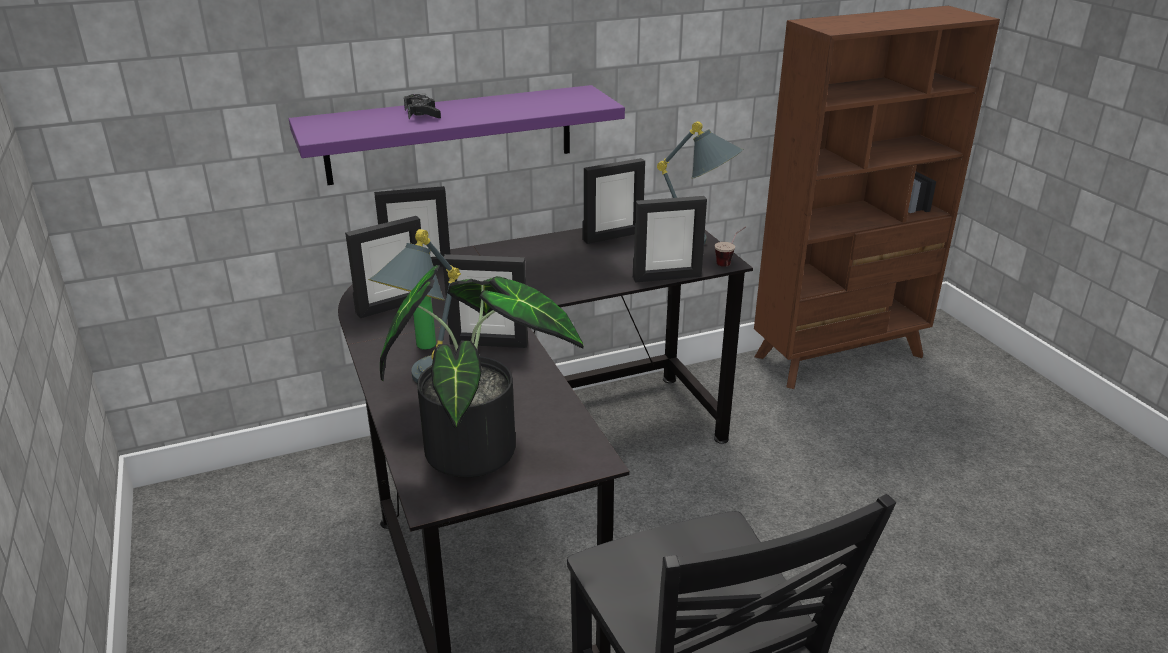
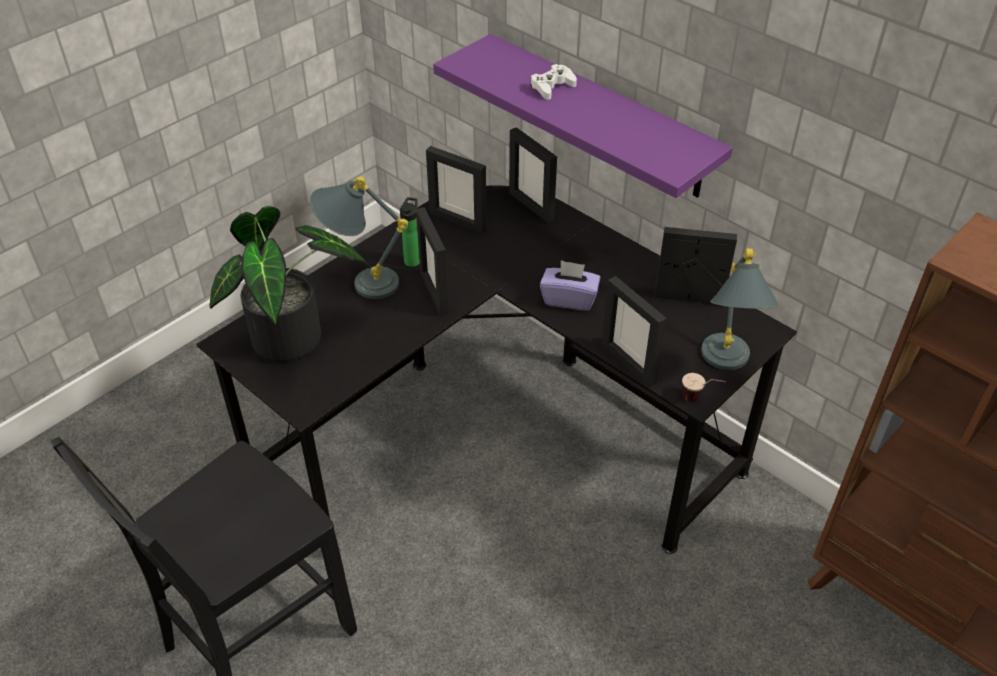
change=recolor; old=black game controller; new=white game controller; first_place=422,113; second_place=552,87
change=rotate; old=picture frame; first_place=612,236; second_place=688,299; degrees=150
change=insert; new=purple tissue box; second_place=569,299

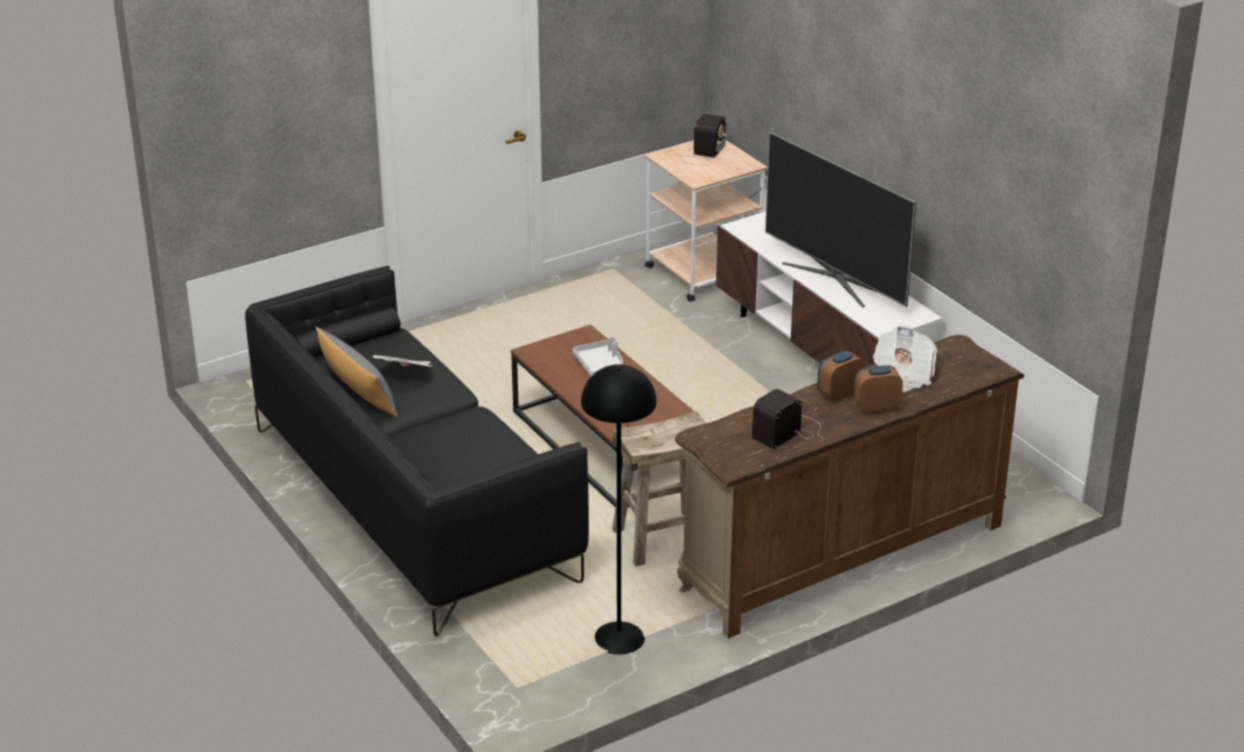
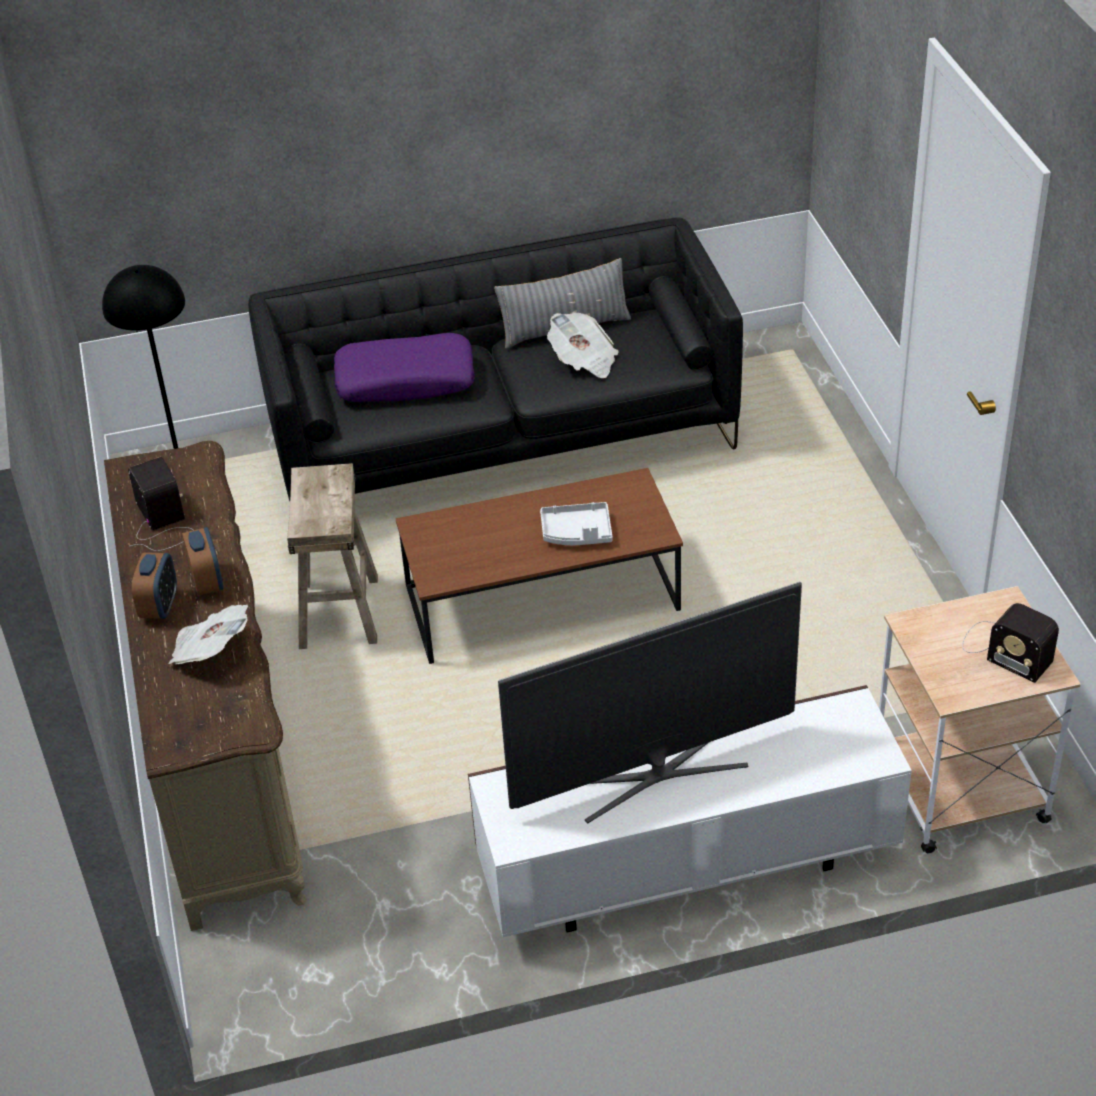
change=insert; new=purple pillow; second_place=406,380

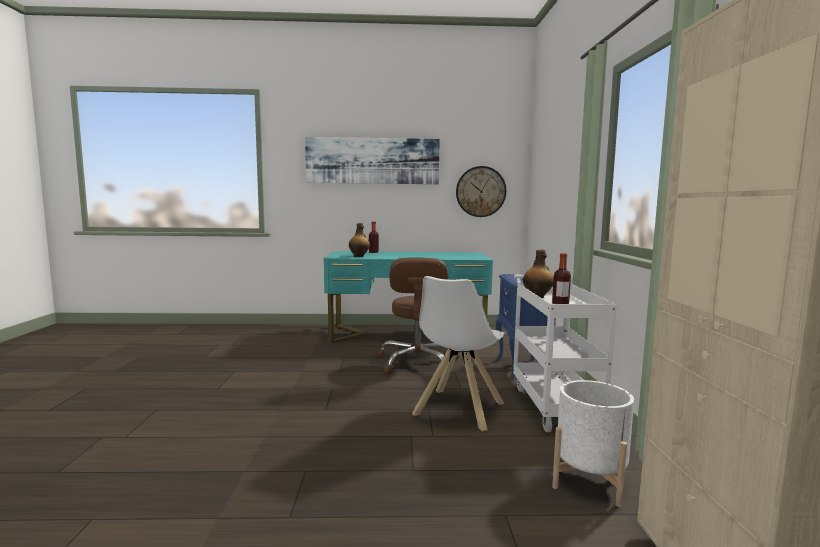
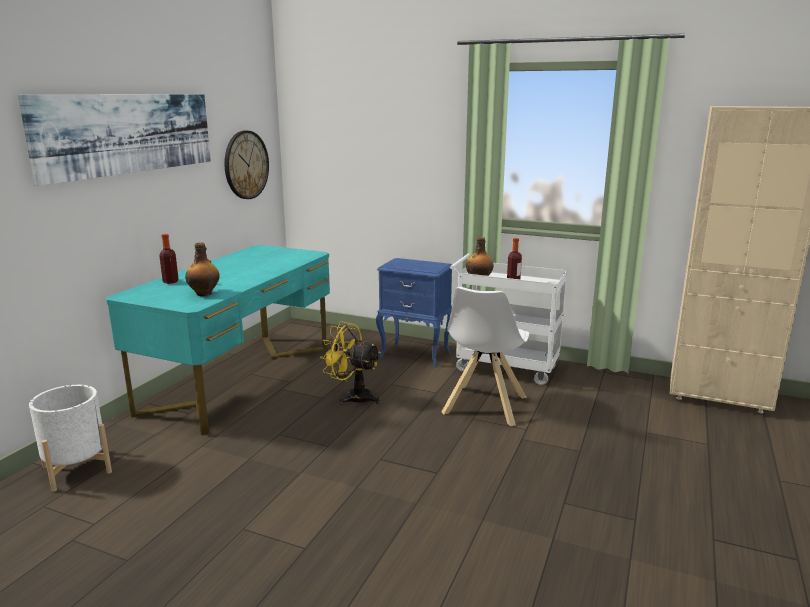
change=replace; old=brown office chair; new=yellow fan; first_place=417,364; second_place=353,397
change=rotate; old=white chair; first_place=457,410; second_place=483,406; degrees=60
change=move; old=white planter; first_place=589,480; second_place=77,469

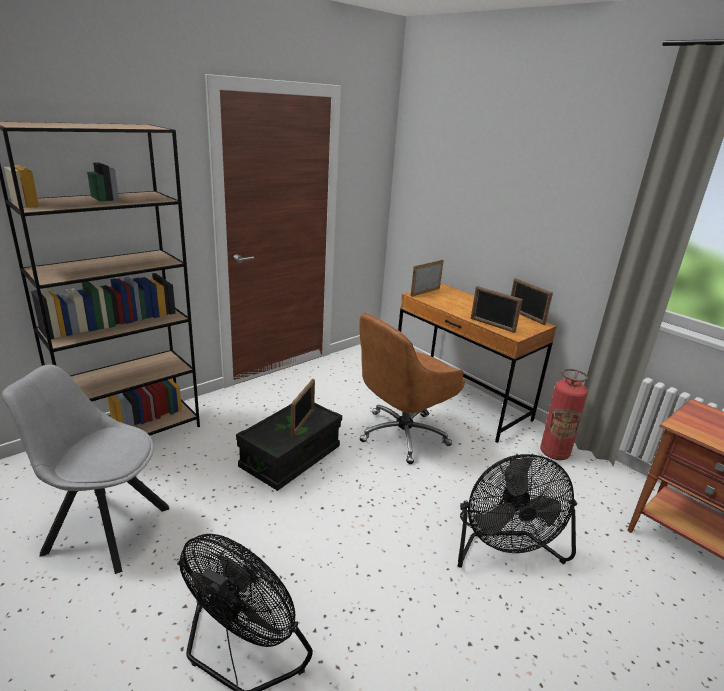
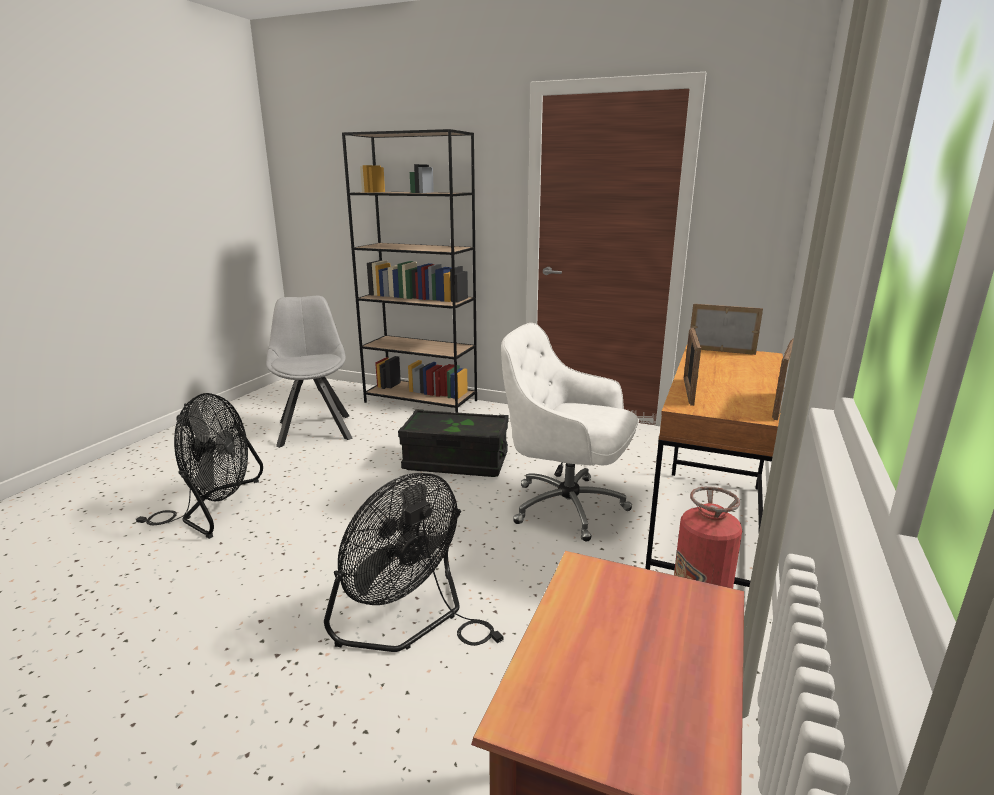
change=delete; old=picture frame; first_place=303,423
change=recolor; old=brown office chair; new=white office chair; first_place=402,434; second_place=567,506
change=rotate; old=black fan; first_place=500,547; second_place=420,618; degrees=75

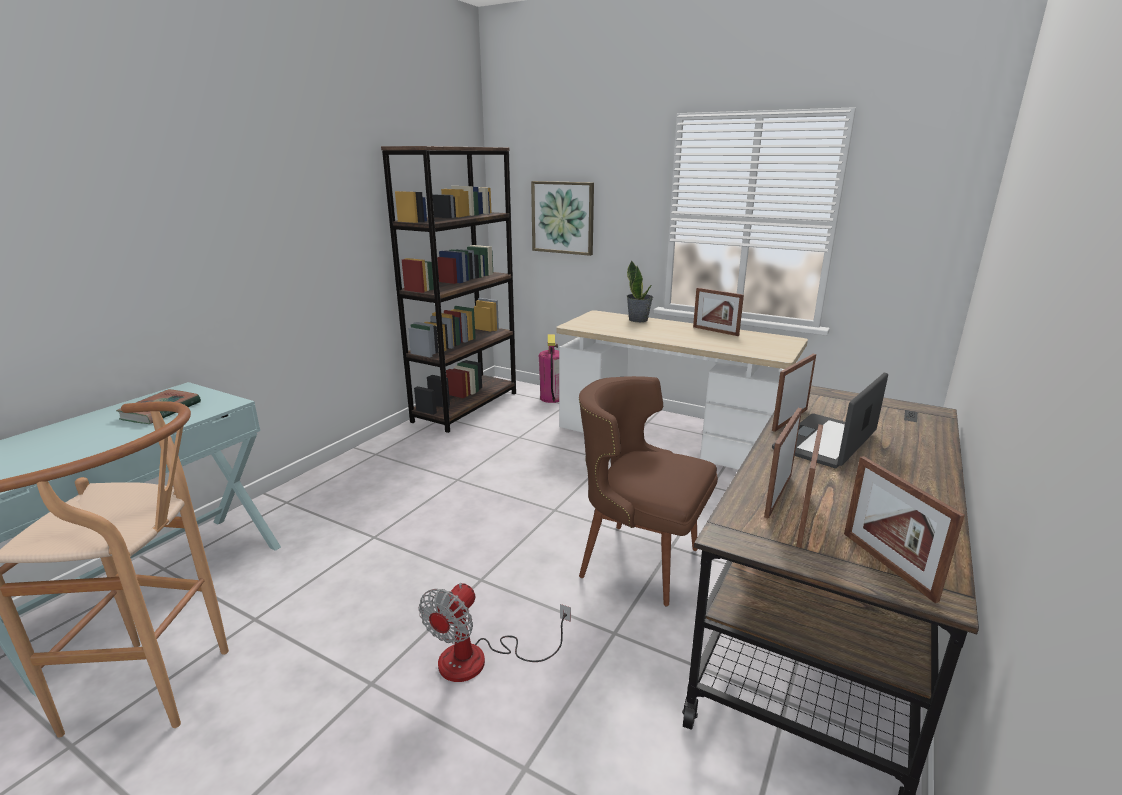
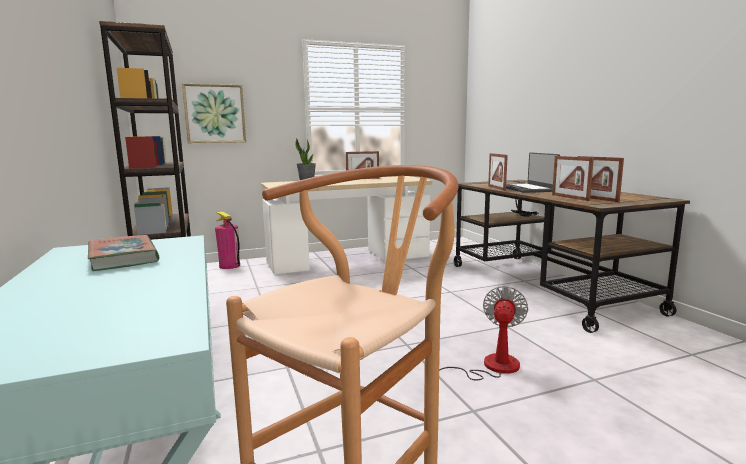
change=rotate; old=fan; first_place=480,660; second_place=489,367; degrees=-135
change=delete; old=brown chair; first_place=640,563
change=delete; old=picture frame; first_place=887,565

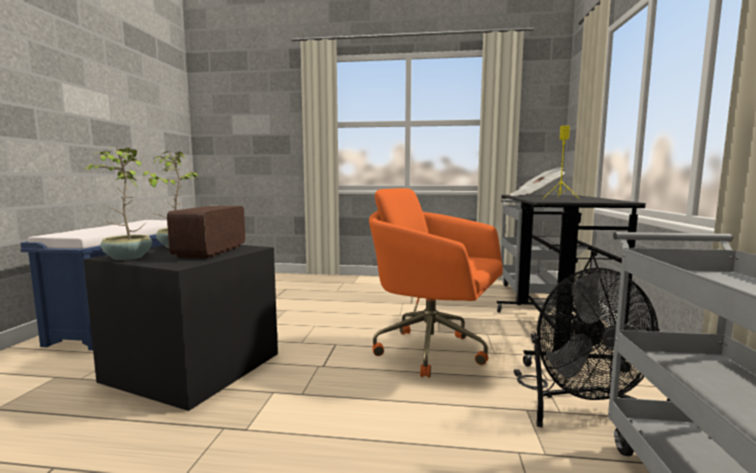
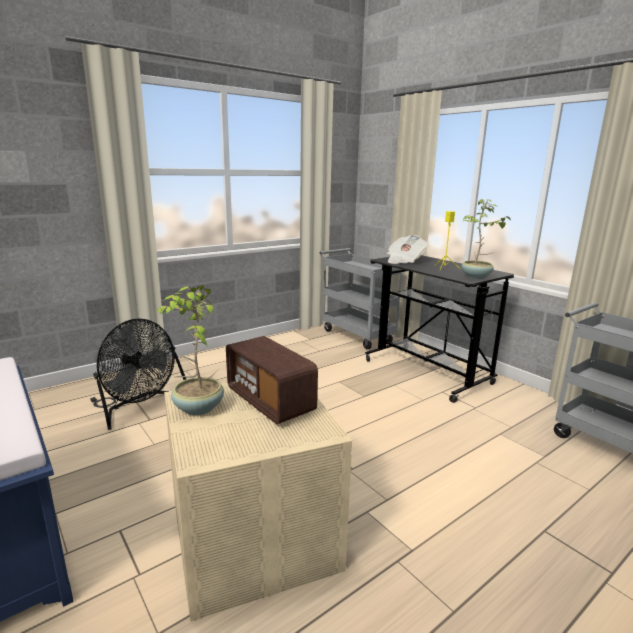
change=recolor; old=black storage box; new=beige storage box; first_place=194,366; second_place=250,535
change=move; old=potted plant; first_place=127,258; second_place=476,277
change=delete; old=orange office chair; first_place=435,353
change=move; old=black fan; first_place=577,404; second_place=135,406

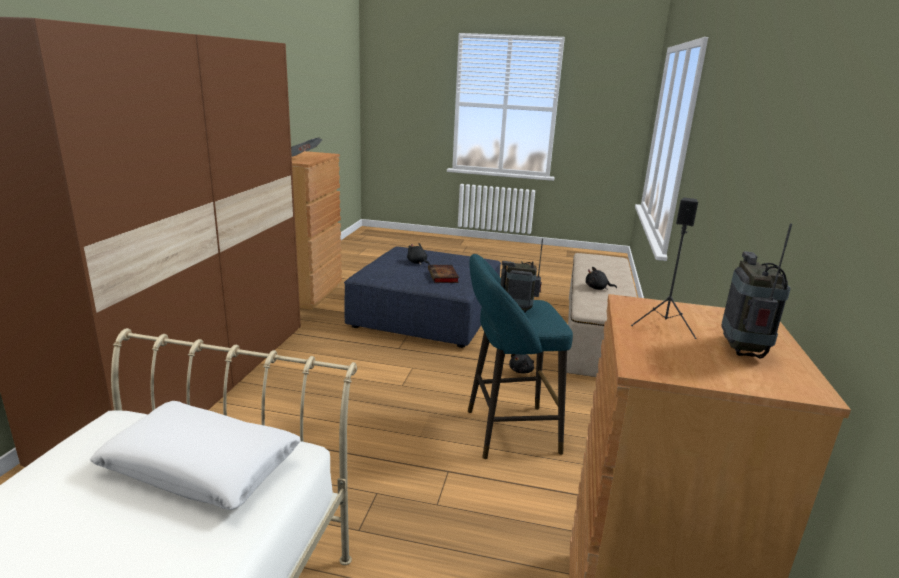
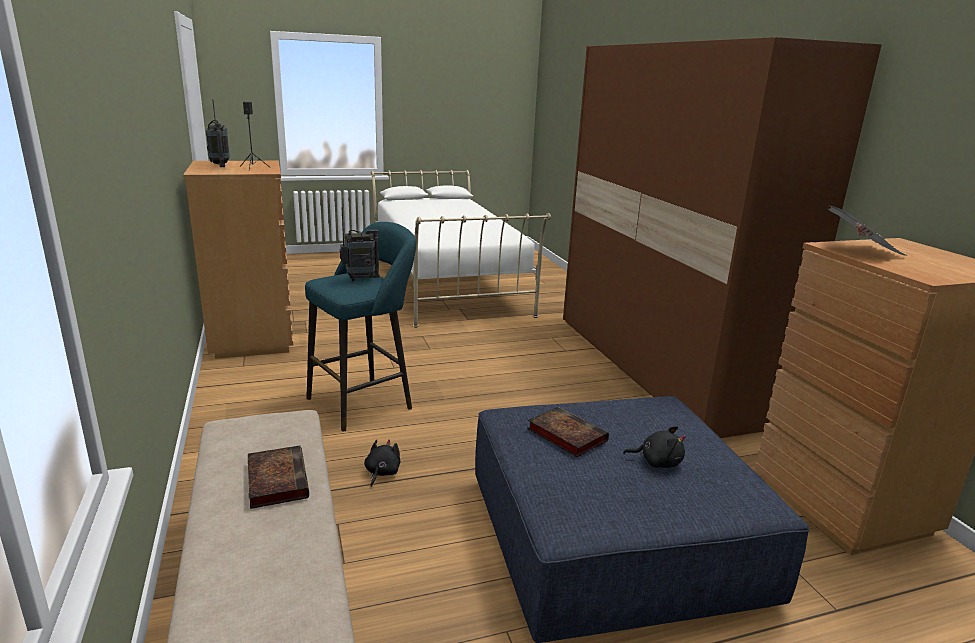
change=delete; old=white pillow; first_place=202,466
change=replace; old=black plush toy; new=book; first_place=597,288; second_place=276,479

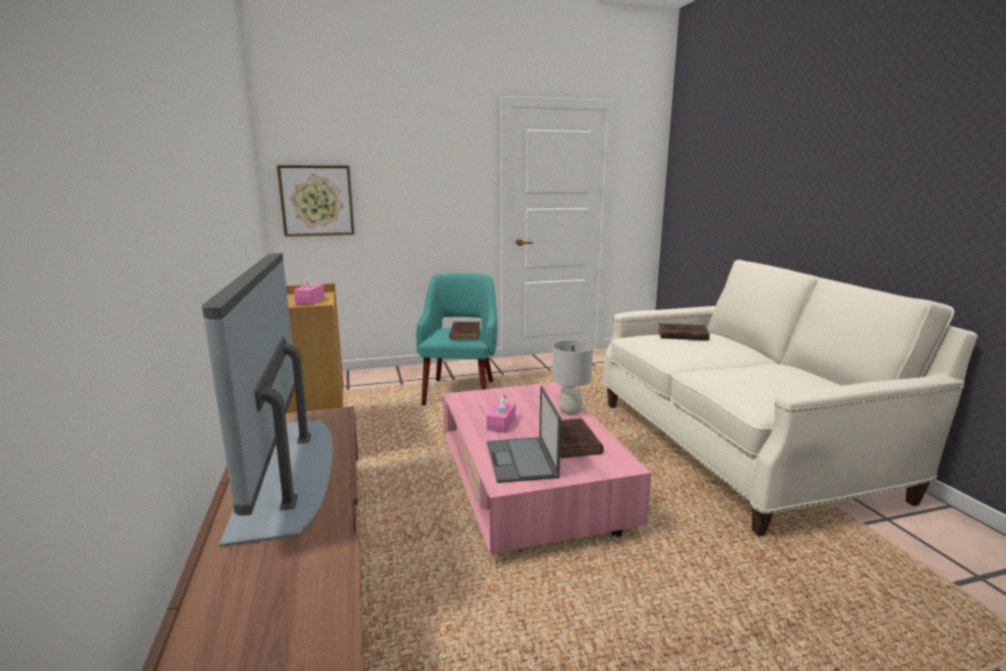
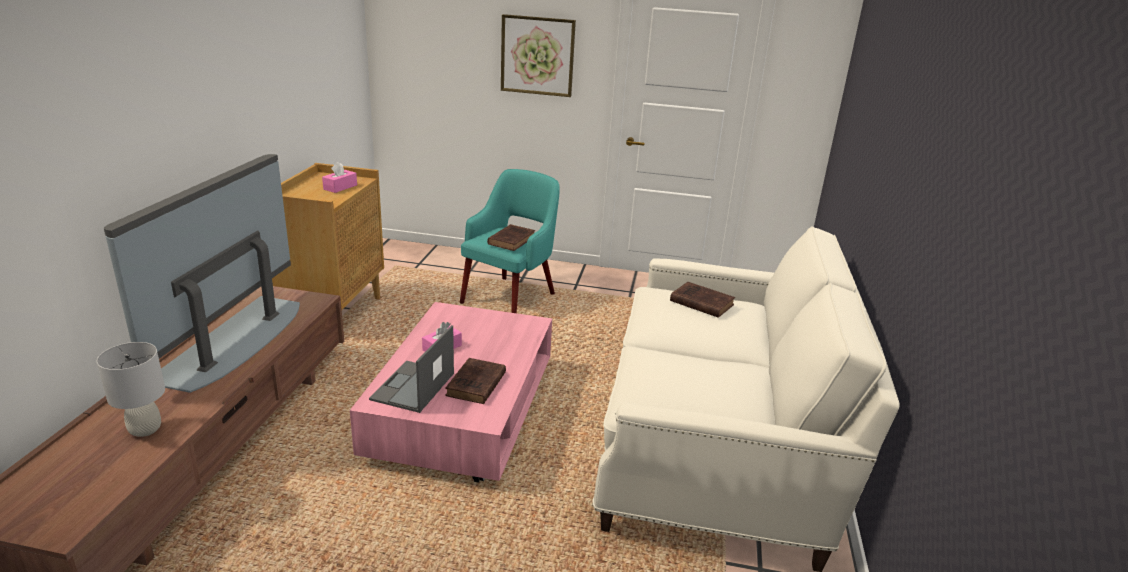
change=move; old=picture; first_place=317,201; second_place=537,55
change=move; old=grey table lamp; first_place=569,411; second_place=146,430

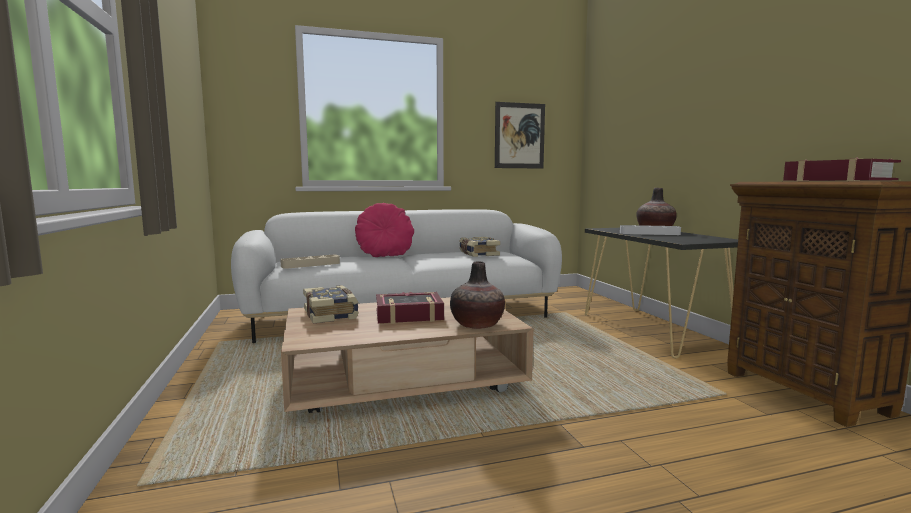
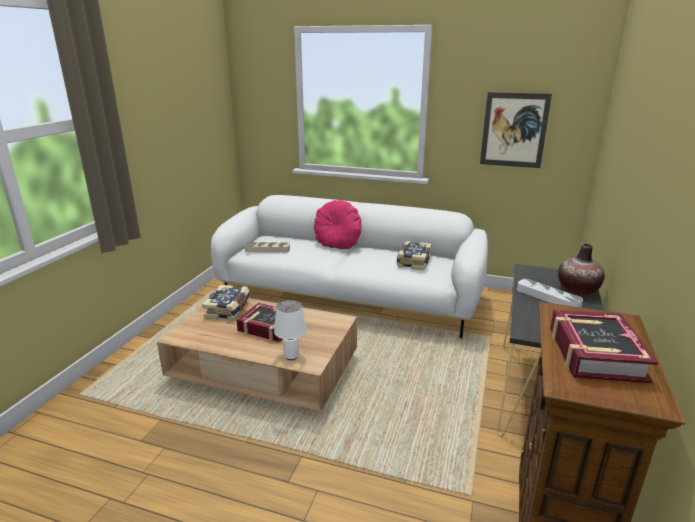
change=replace; old=vase; new=white table lamp; first_place=477,324; second_place=291,356

